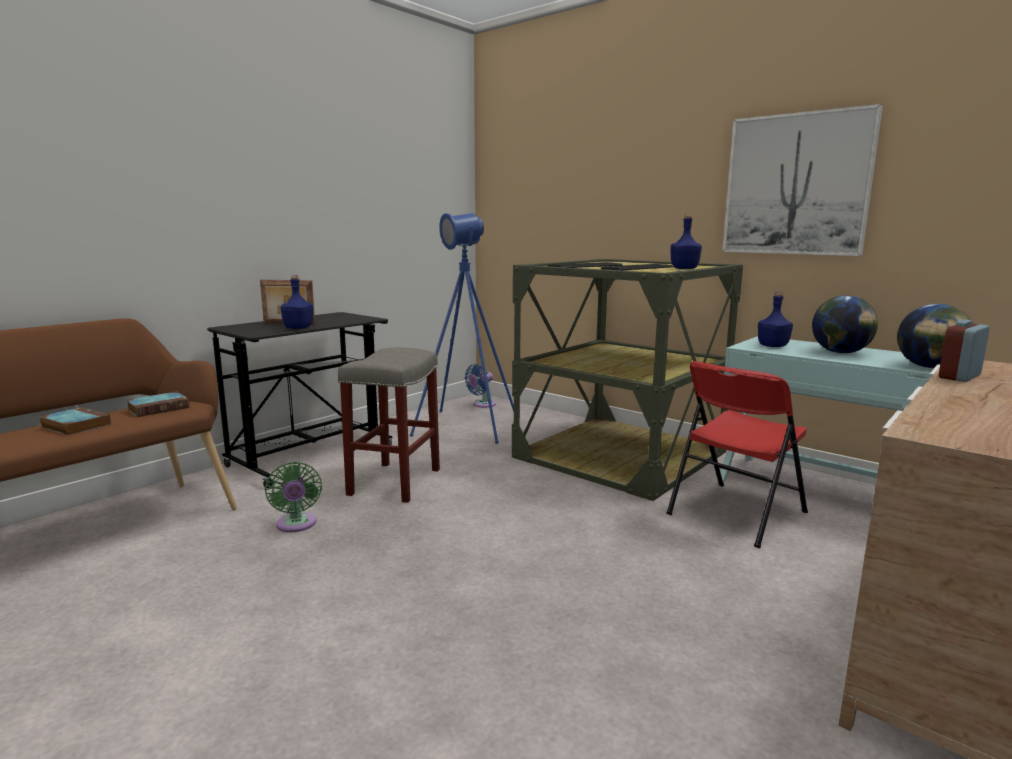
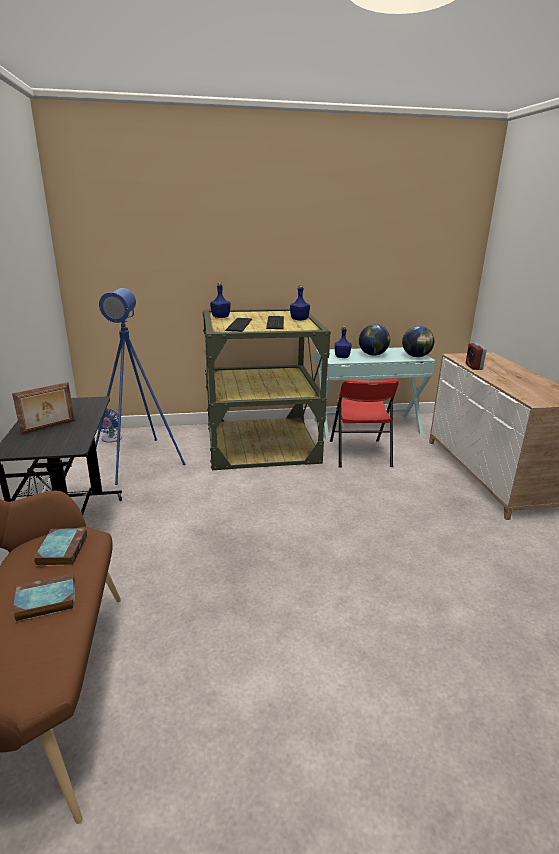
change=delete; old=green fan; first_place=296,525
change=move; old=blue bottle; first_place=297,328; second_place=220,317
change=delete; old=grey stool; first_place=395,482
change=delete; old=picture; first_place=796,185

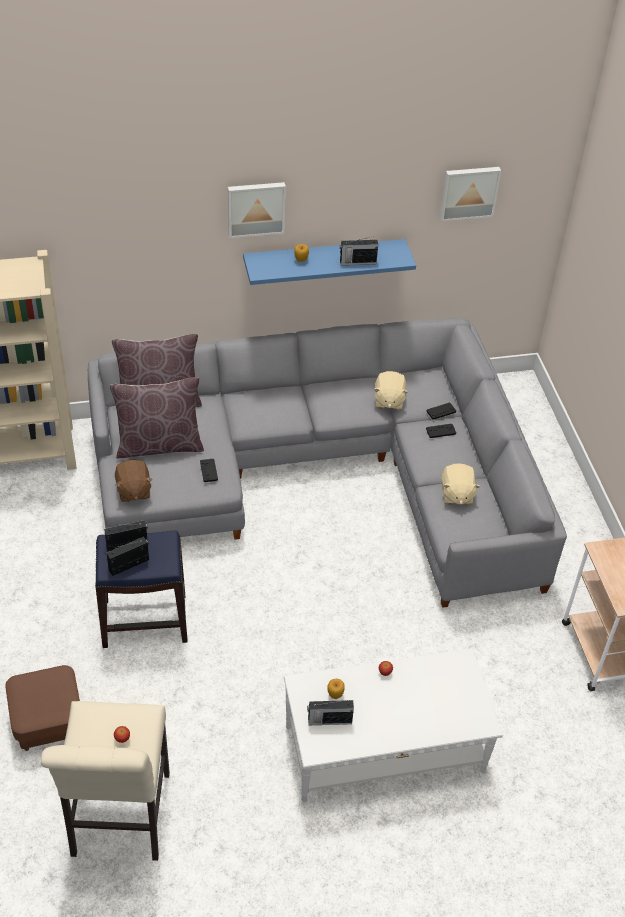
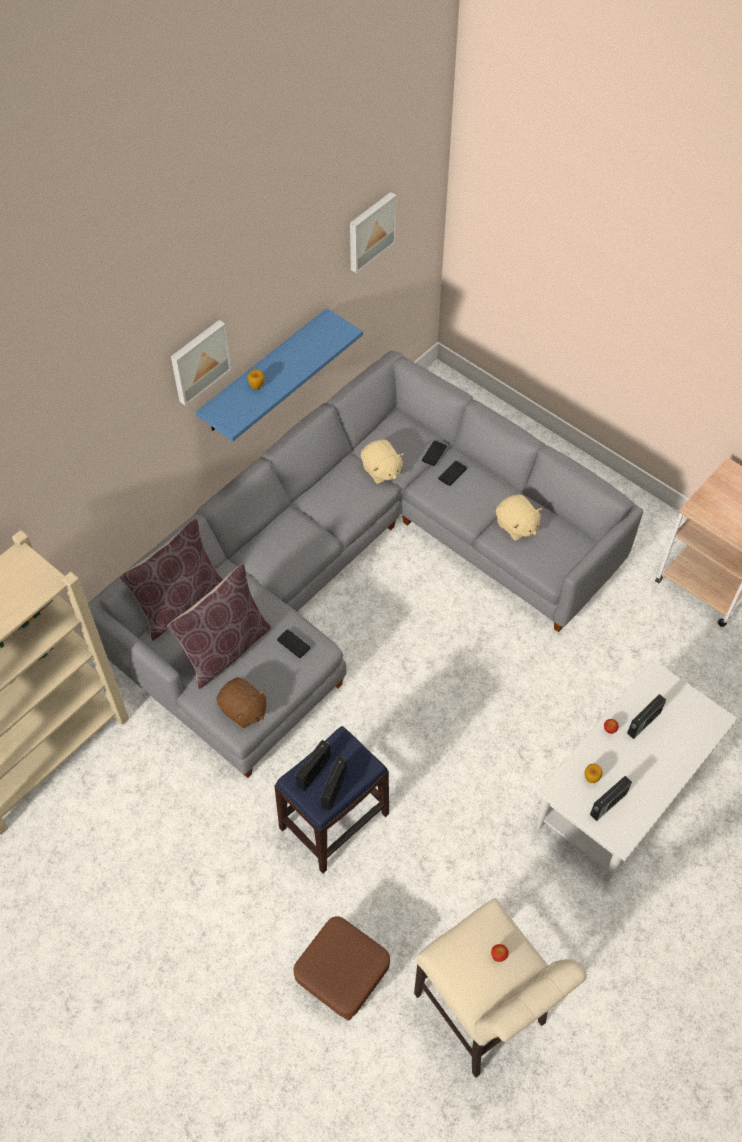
change=move; old=radio; first_place=357,262; second_place=643,723

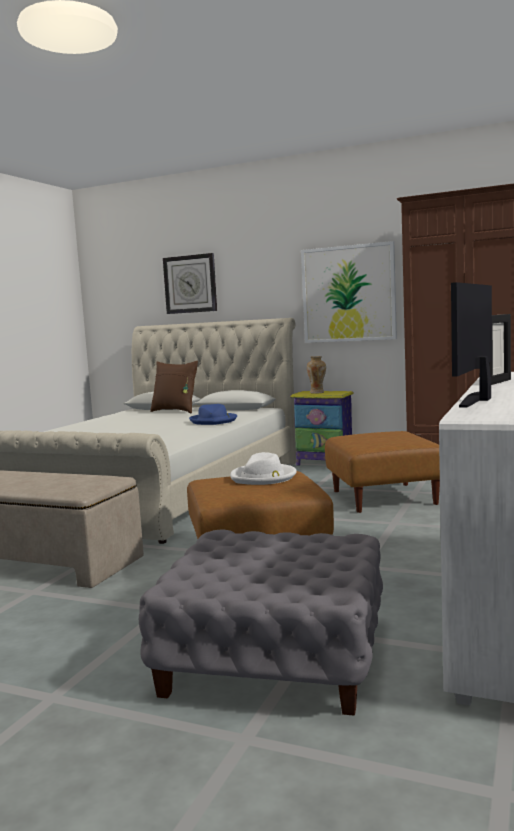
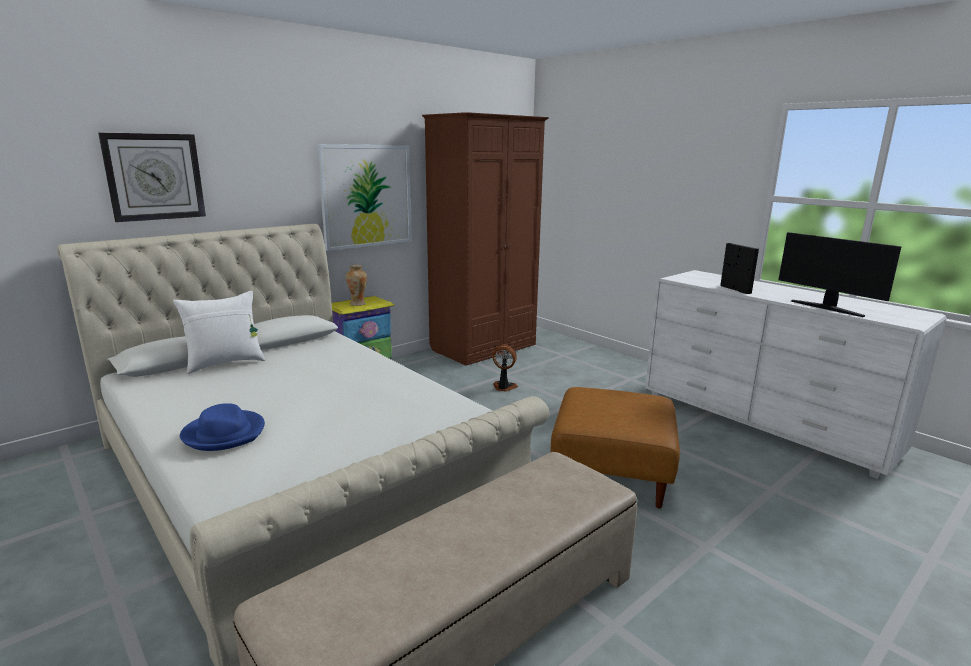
change=delete; old=grey ottoman; first_place=274,656
change=recolor; old=brown pillow; new=white pillow; first_place=175,411; second_place=225,364
change=move; old=blue hat; first_place=213,421; second_place=224,433
change=delete; old=white hat; first_place=263,477
change=replace; old=brown ottoman; new=fan; first_place=382,497; second_place=504,387

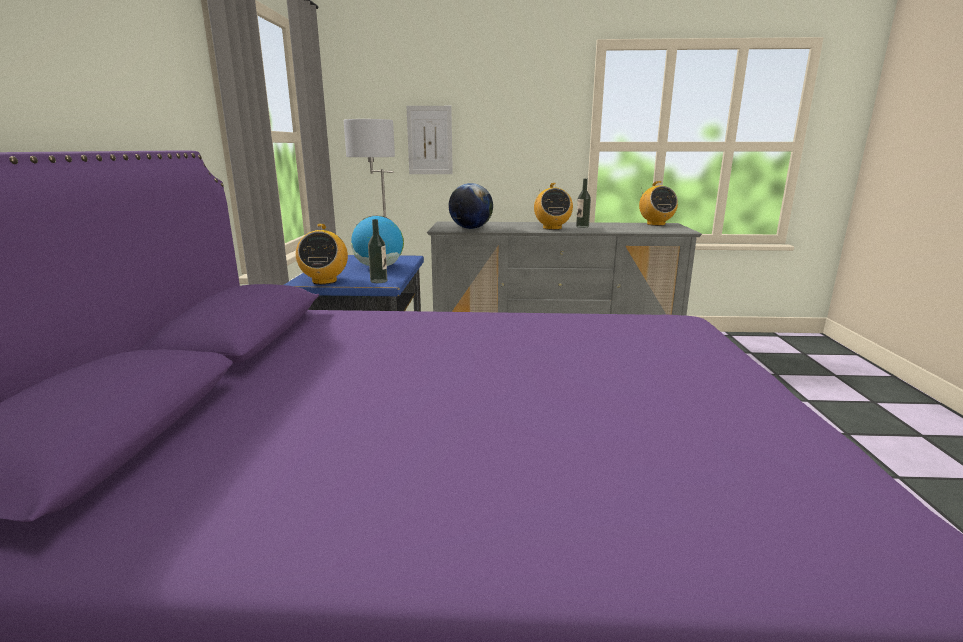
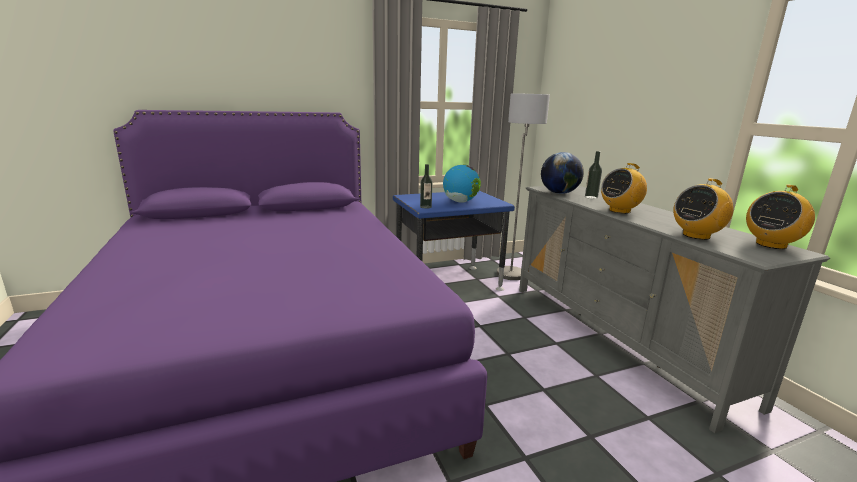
change=move; old=radio; first_place=324,281; second_place=696,235
change=delete; old=picture; first_place=430,140
change=move; old=bottle; first_place=582,227; second_place=591,197

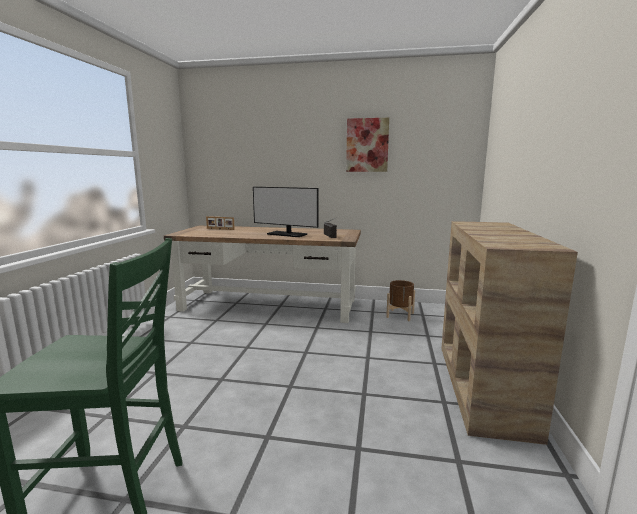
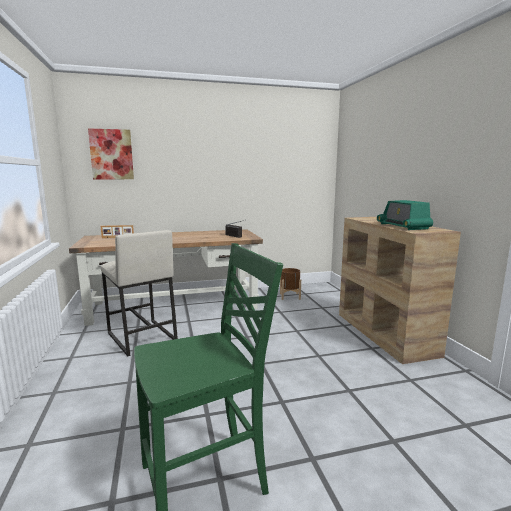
change=delete; old=monitor; first_place=287,234
change=move; old=picture; first_place=367,145; second_place=111,154
change=insert; new=beige stool; second_place=142,337
change=insert; new=radio; second_place=403,226

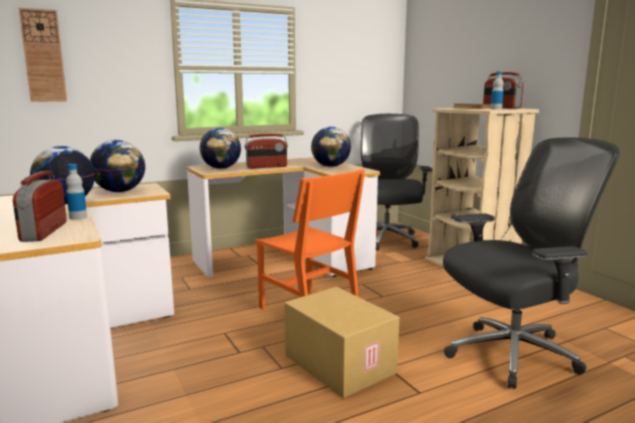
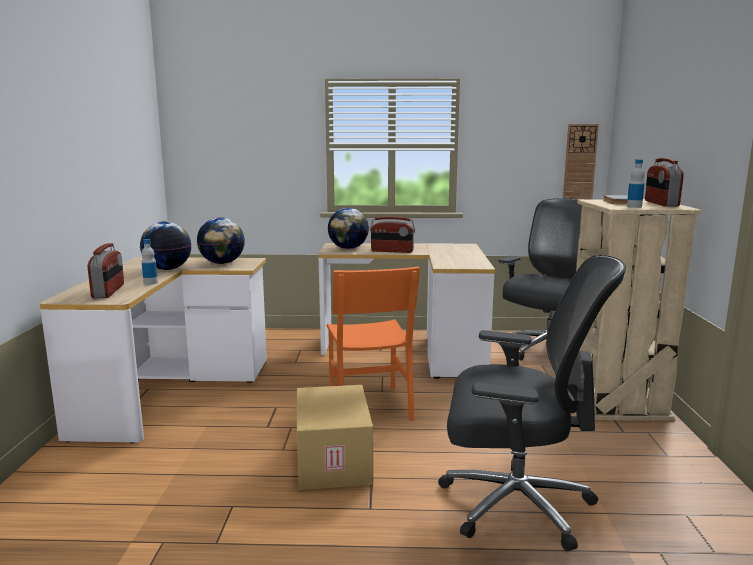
change=rotate; old=radio; first_place=43,232; second_place=109,291; degrees=150
change=move; old=wall clock; first_place=43,56; second_place=580,164
change=delete; old=globe; first_place=330,166

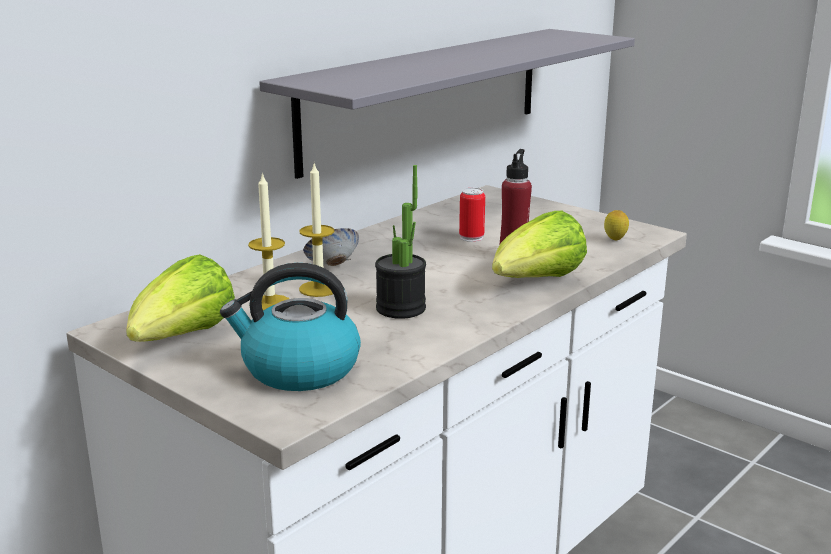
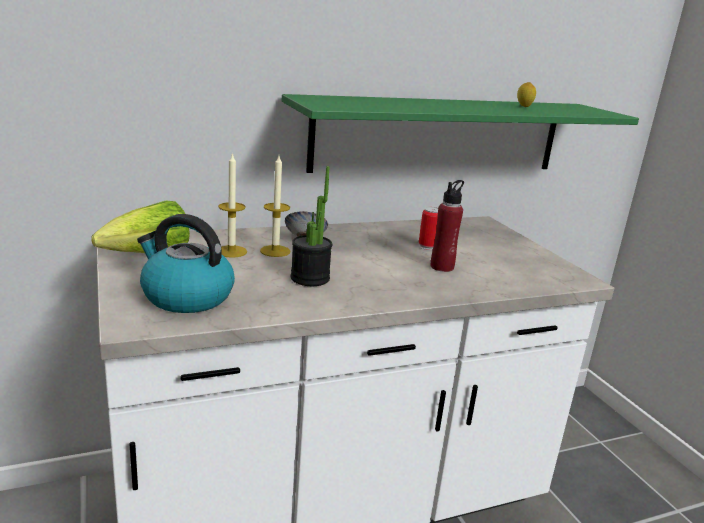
change=recolor; old=grey shelf; new=green shelf; first_place=426,96; second_place=440,135
change=delete; old=lettuce; first_place=537,282
change=move; old=lemon; first_place=615,240; second_place=524,107

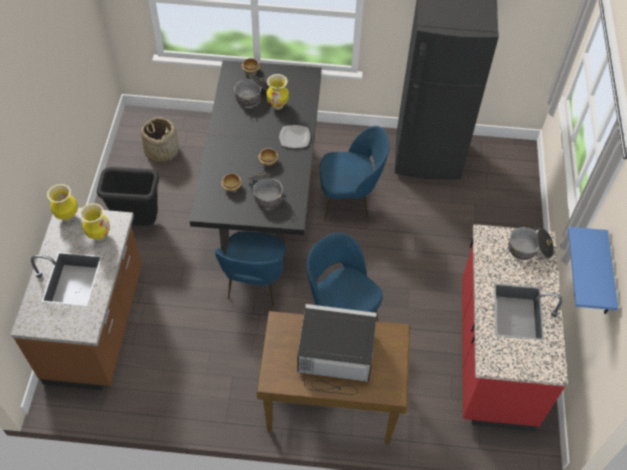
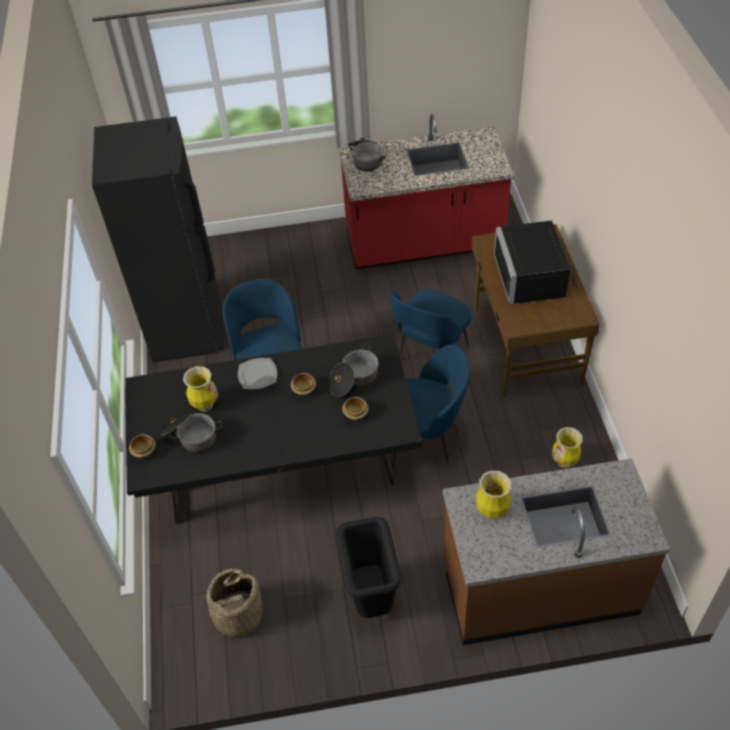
change=move; old=vase; first_place=67,216; second_place=564,462
change=delete; old=blue shelf; first_place=607,277

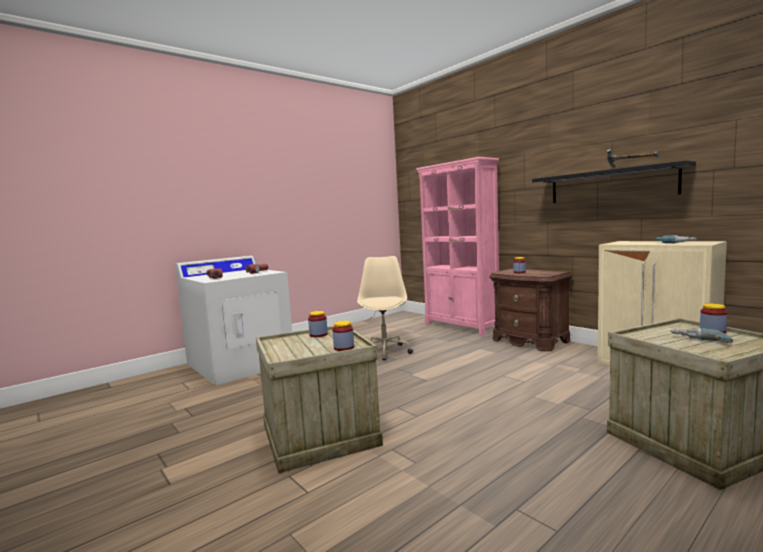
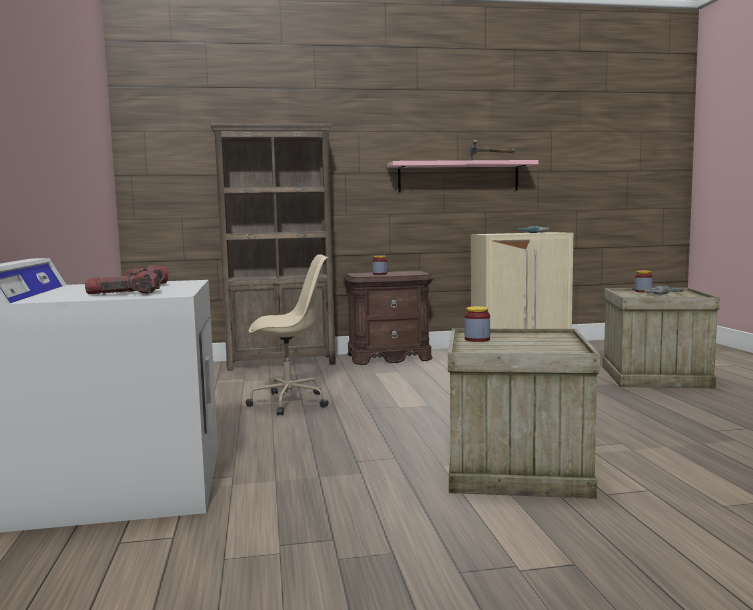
change=delete; old=jar; first_place=344,348
change=rotate; old=beige office chair; first_place=385,351; second_place=291,402; degrees=135
change=recolor; old=pink bookcase; new=brown bookcase; first_place=461,327; second_place=282,363
change=recolor; old=black shelf; new=pink shelf; first_place=610,185; second_place=458,177

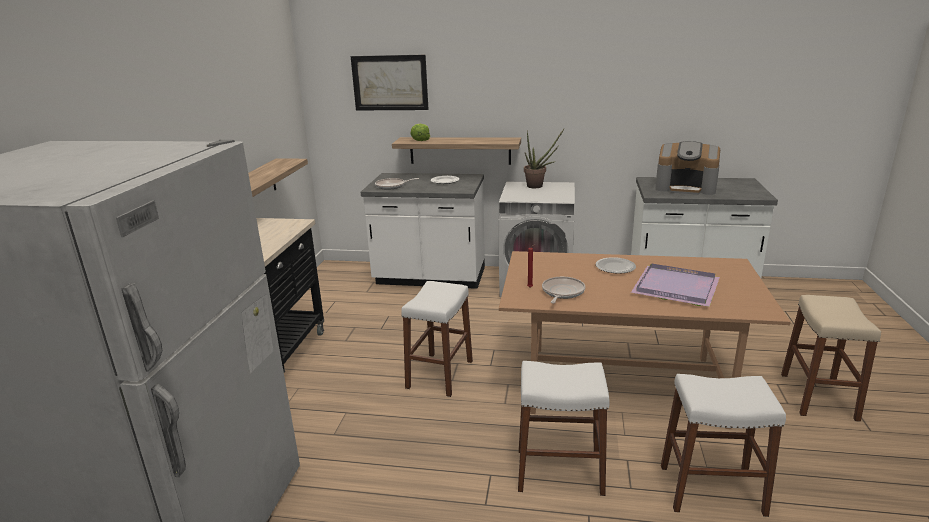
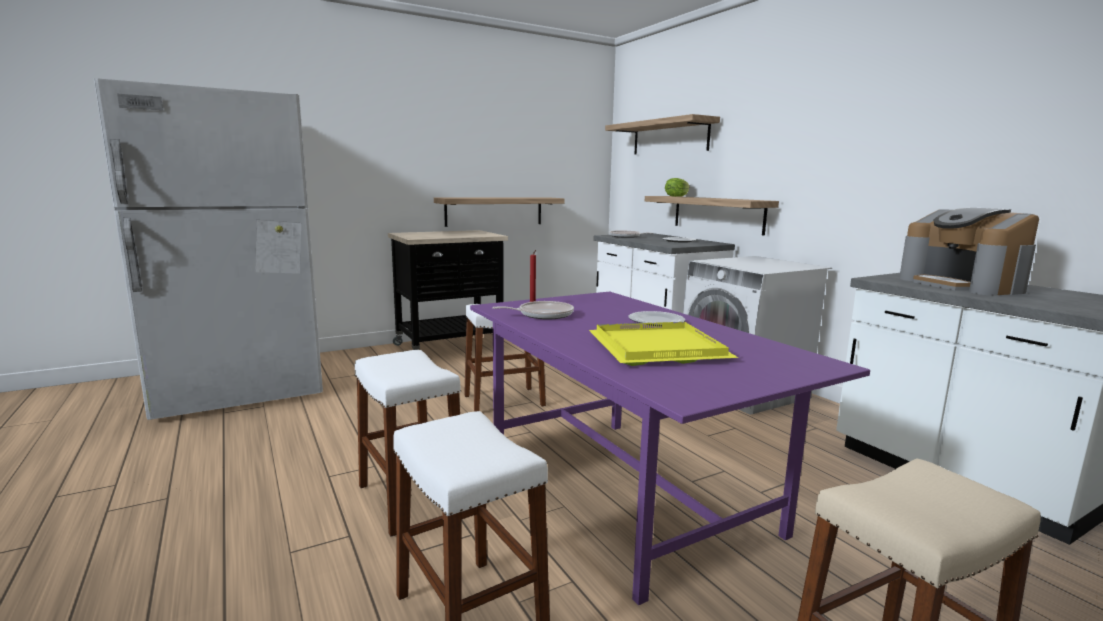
change=replace; old=picture; new=shelf; first_place=390,83; second_place=669,137
change=recolor; old=brown dining table; new=purple dining table; first_place=621,385; second_place=622,491
change=delete; old=potted plant; first_place=538,186
change=recolor; old=purple tray; new=yellow tray; first_place=677,288; second_place=656,348

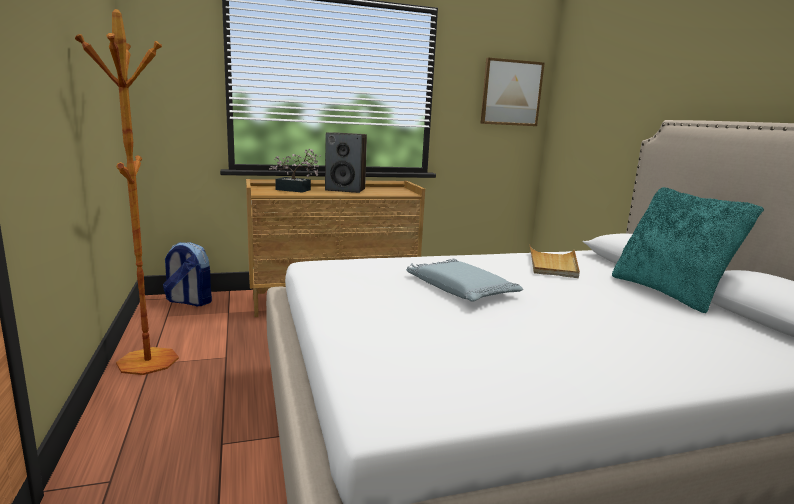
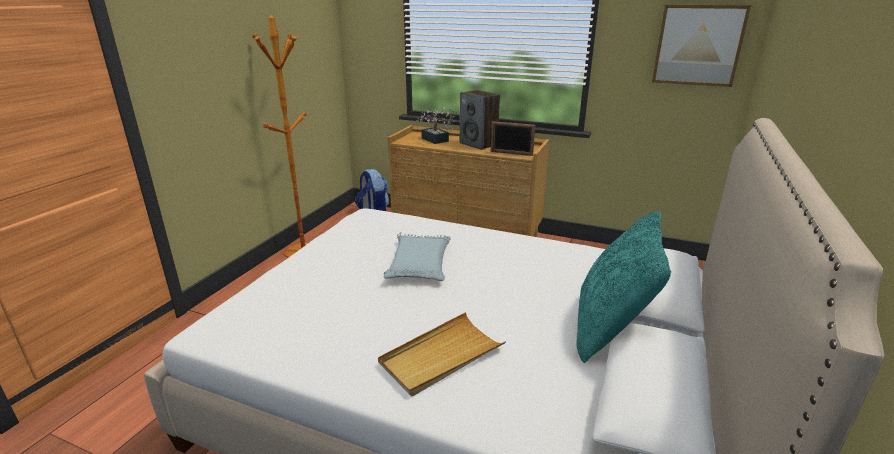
change=move; old=beige tray; first_place=553,264; second_place=441,356
change=insert; new=picture frame; second_place=511,153

